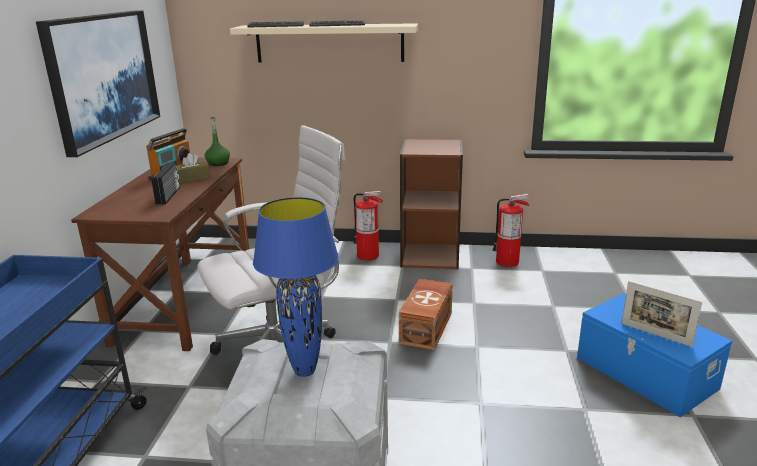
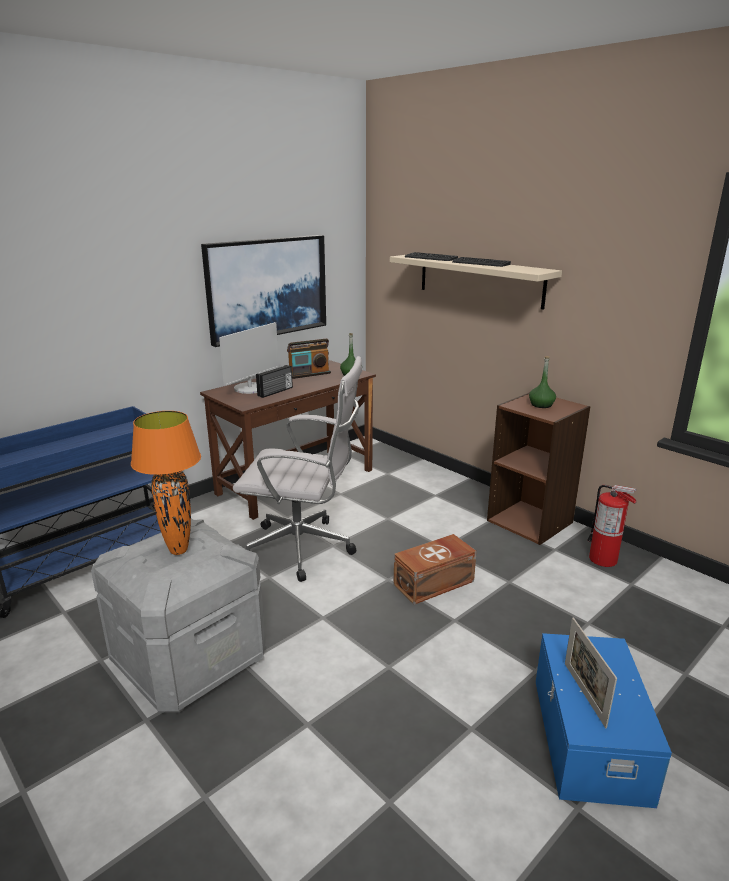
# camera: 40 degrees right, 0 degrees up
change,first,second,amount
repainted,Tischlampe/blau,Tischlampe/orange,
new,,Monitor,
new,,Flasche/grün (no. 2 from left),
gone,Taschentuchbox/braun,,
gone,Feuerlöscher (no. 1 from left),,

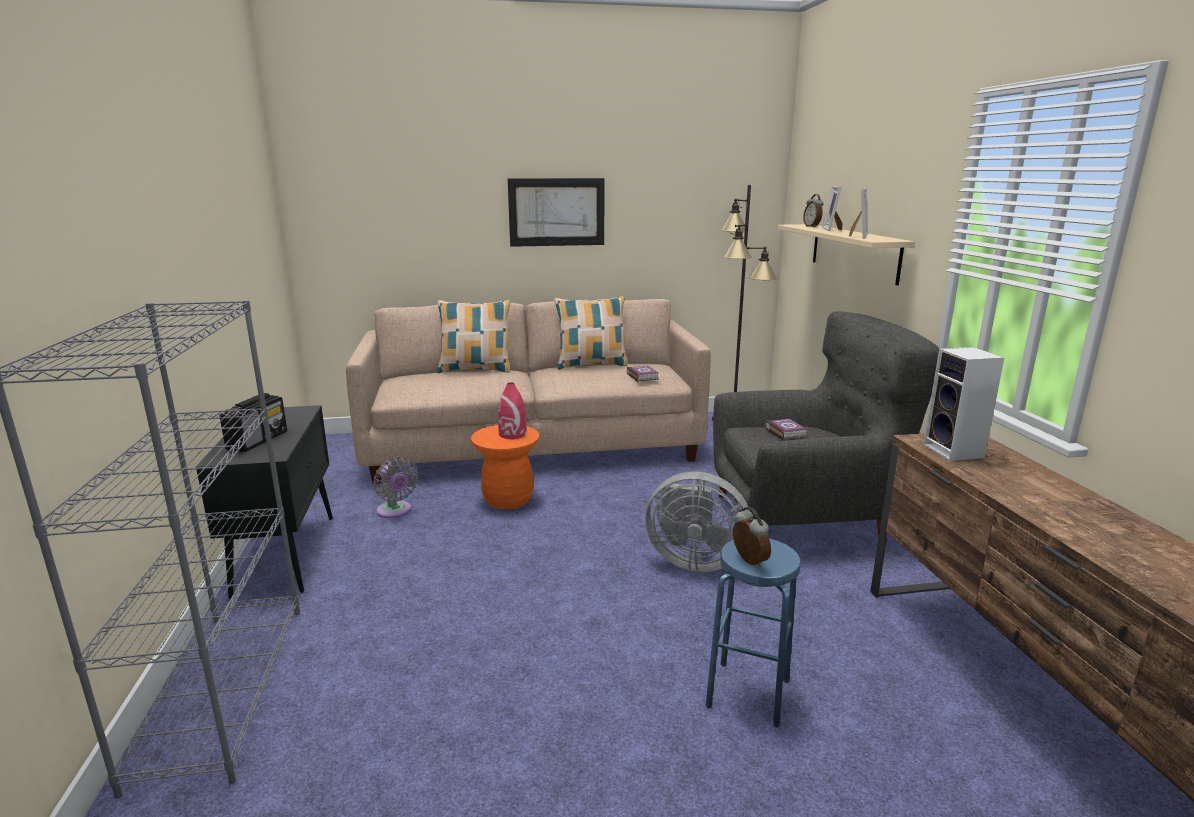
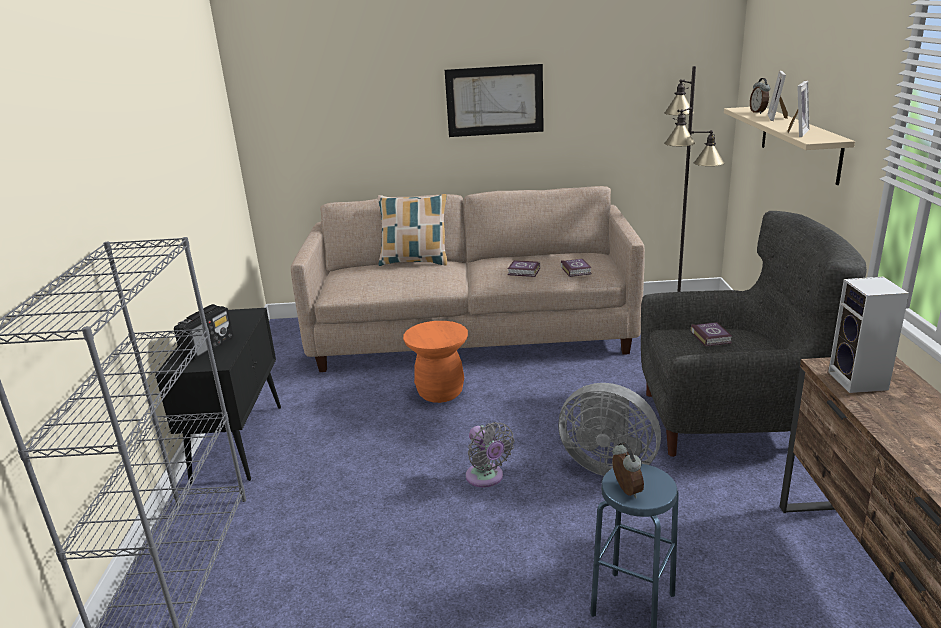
# camera: 10 degrees right, 5 degrees up
change,first,second,amount
shifted,Ventilator/grau (no. 1 from left),,
new,,Buch (no. 1 from left),
gone,Vase/rot,,
gone,Kissen (no. 2 from left),,

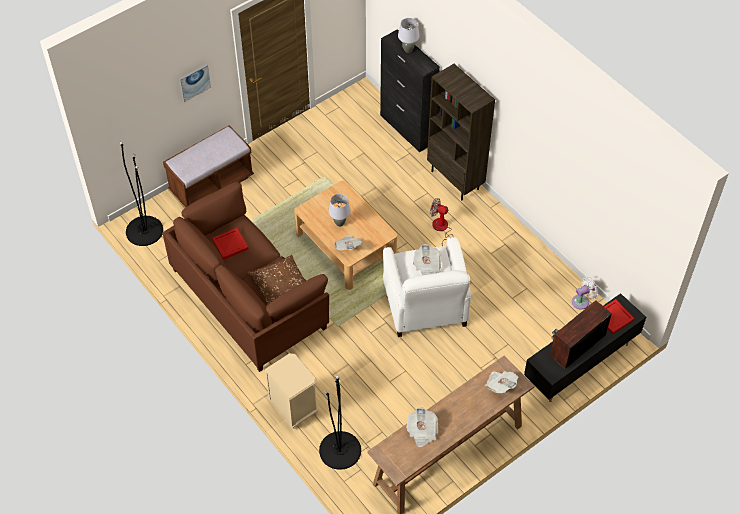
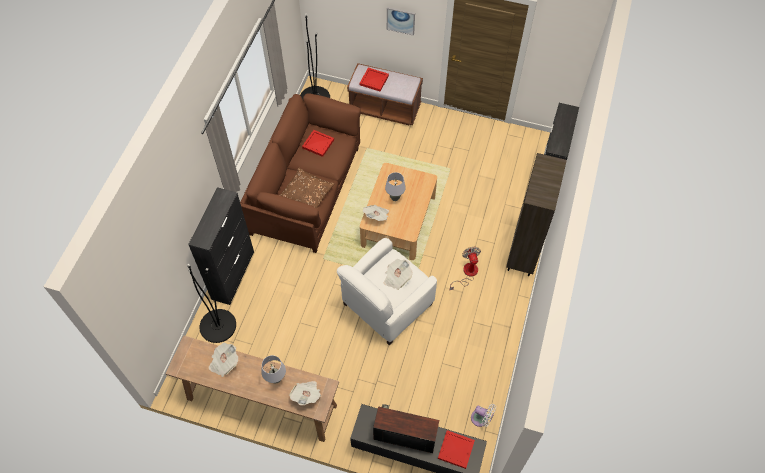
# camera: 55 degrees right, 5 degrees up
change,first,second,amount
swapped,Nachttisch/beige,Schrank/schwarz (no. 1 from left),
shifted,Tischlampe/grau (no. 2 from left in the first image),Tischlampe/grau (no. 1 from left),
new,,Tablett/rot (no. 2 from left),

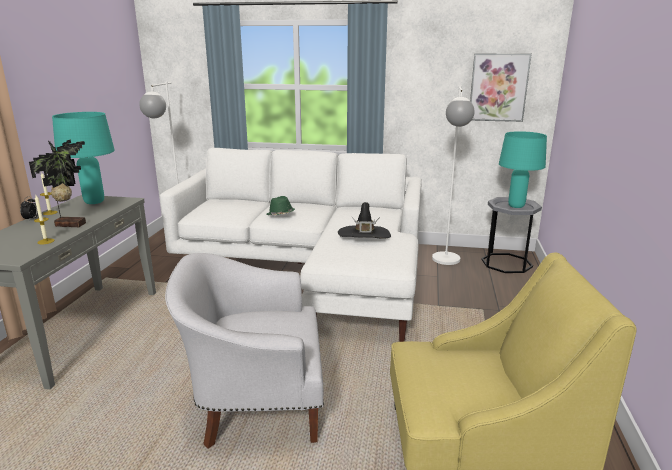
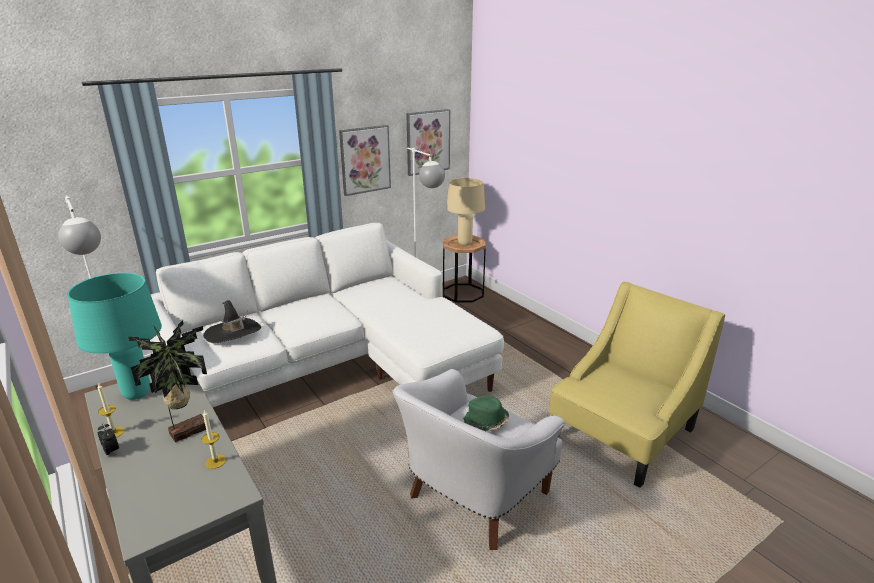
# camera: 45 degrees left, 5 degrees up
change,first,second,amount
shifted,Hut/schwarz,,
new,,Bild (no. 1 from left),
repainted,Beistelltisch/grau,Beistelltisch/braun,
repainted,Tischlampe/türkis (no. 2 from left),Tischlampe/beige,
shifted,Hut/grün,,

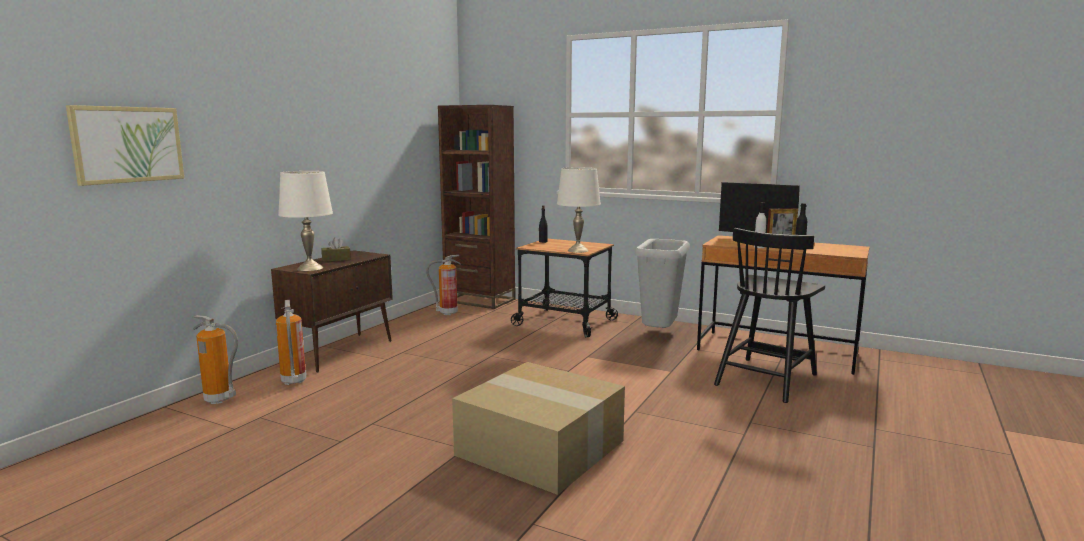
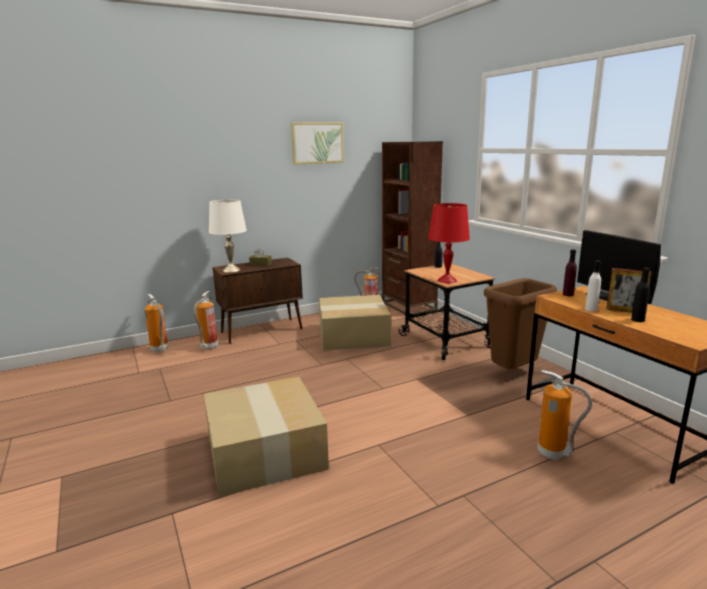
# camera: 35 degrees right, 5 degrees up
change,first,second,amount
shifted,Bild,,
new,,Karton (no. 2 from left),
repainted,Tischlampe/weiß (no. 2 from left),Tischlampe/rot,
repainted,Mülleimer/grau,Mülleimer/braun,
swapped,Stuhl/schwarz,Feuerlöscher (no. 4 from left),
new,,Flasche/lila,

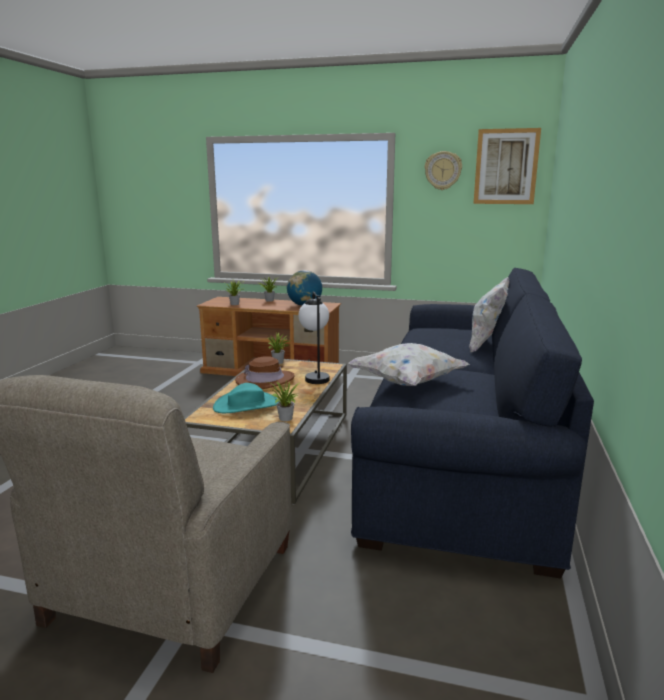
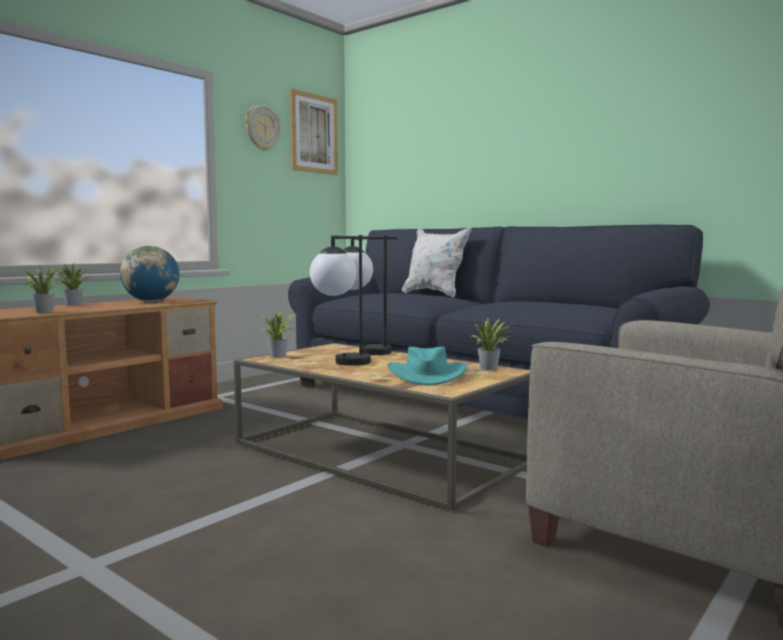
# camera: 65 degrees left, 10 degrees down
change,first,second,amount
swapped,Hut/braun,Tischlampe (no. 1 from left),
gone,Kissen/weiß (no. 1 from left),,

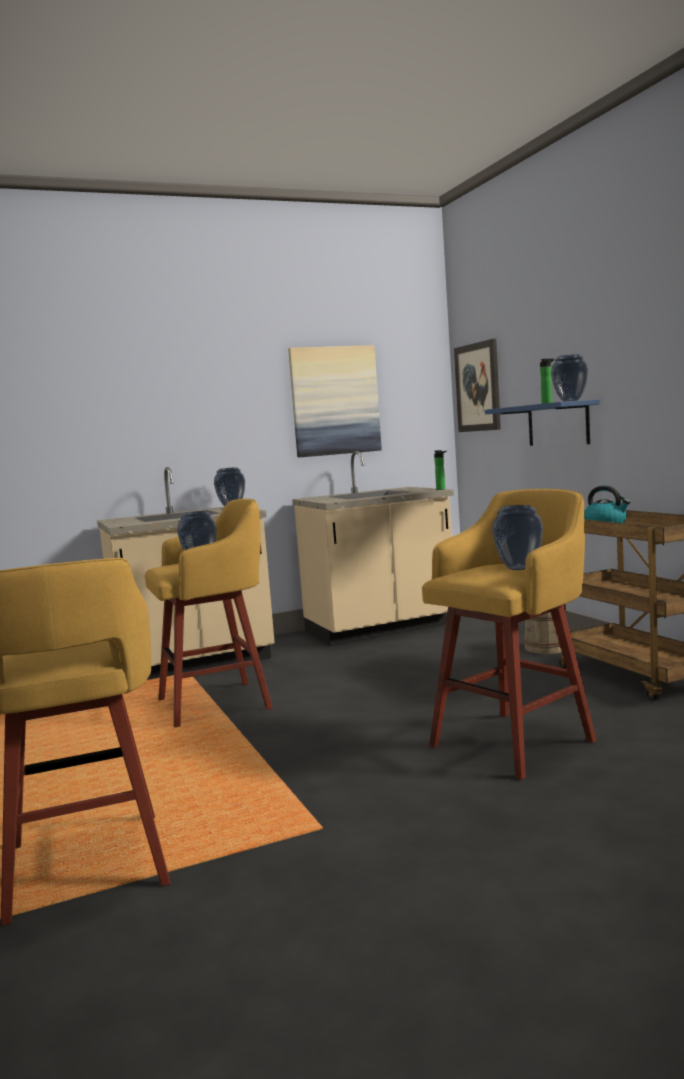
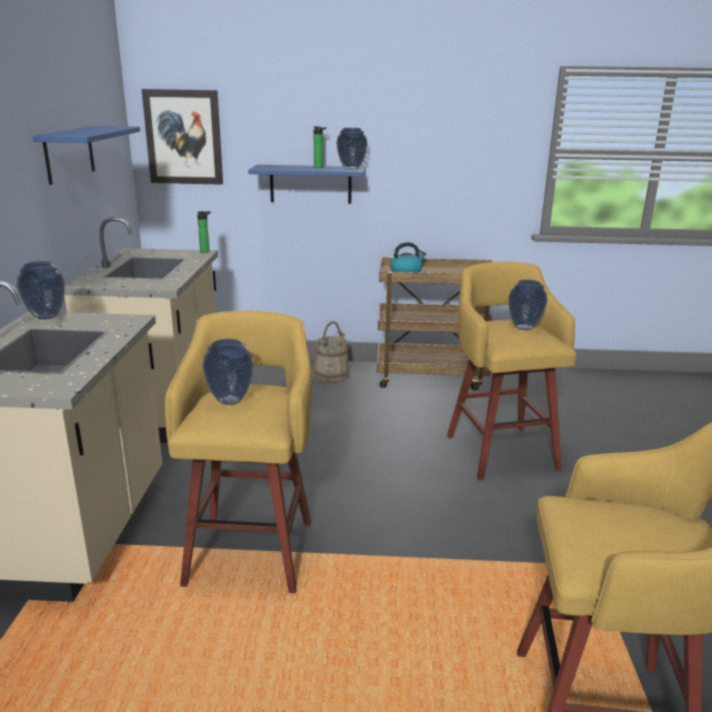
# camera: 65 degrees left, 15 degrees up
change,first,second,amount
swapped,Bild (no. 1 from left),Wandregal/blau (no. 1 from left),

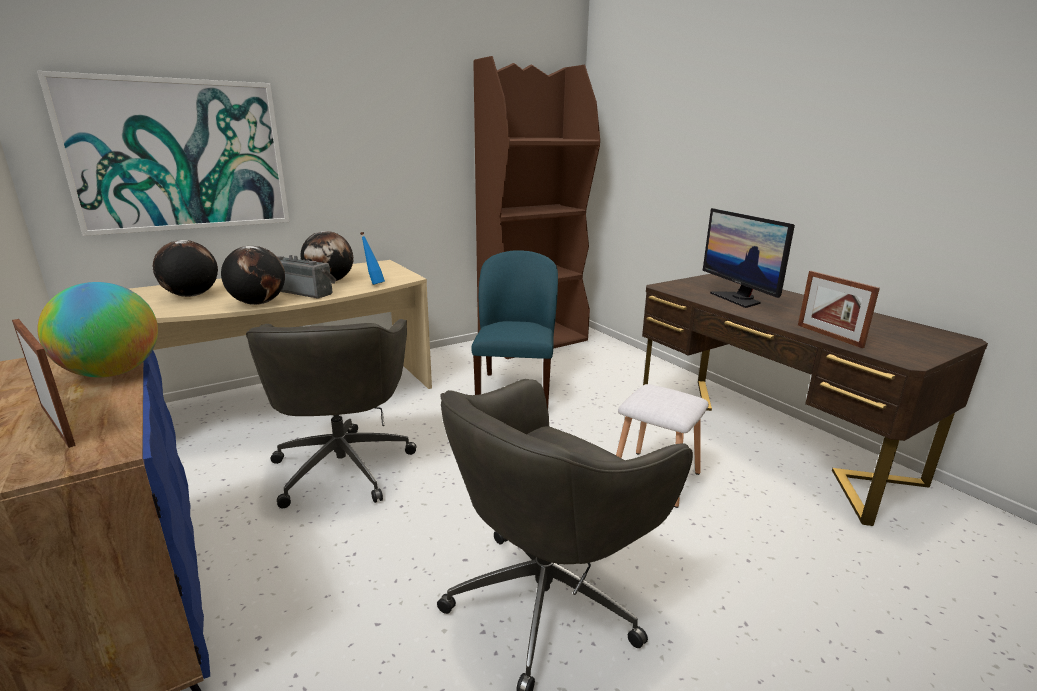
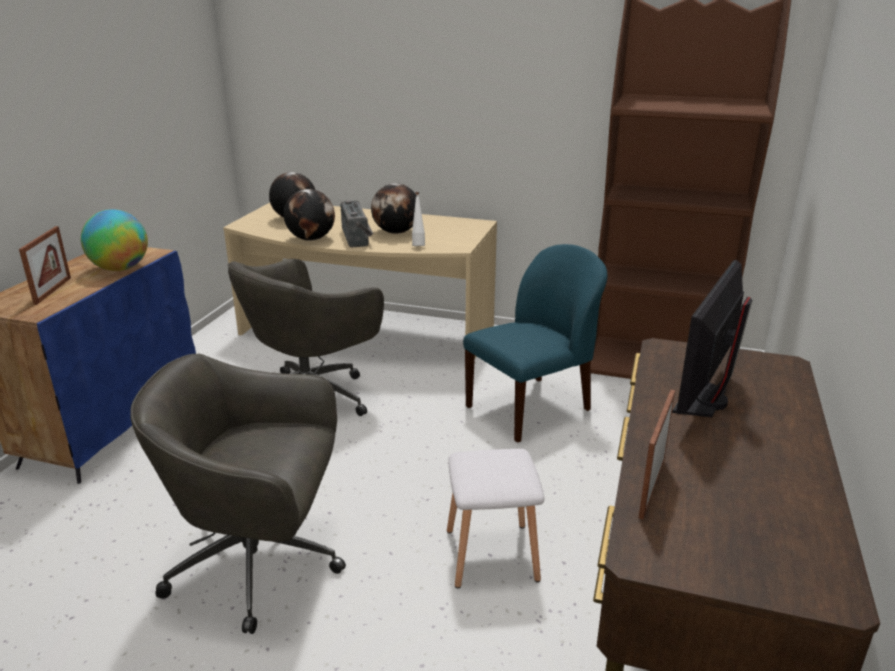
# camera: 50 degrees right, 5 degrees up
change,first,second,amount
repainted,Flasche/blau,Flasche/weiß,
gone,Bild,,

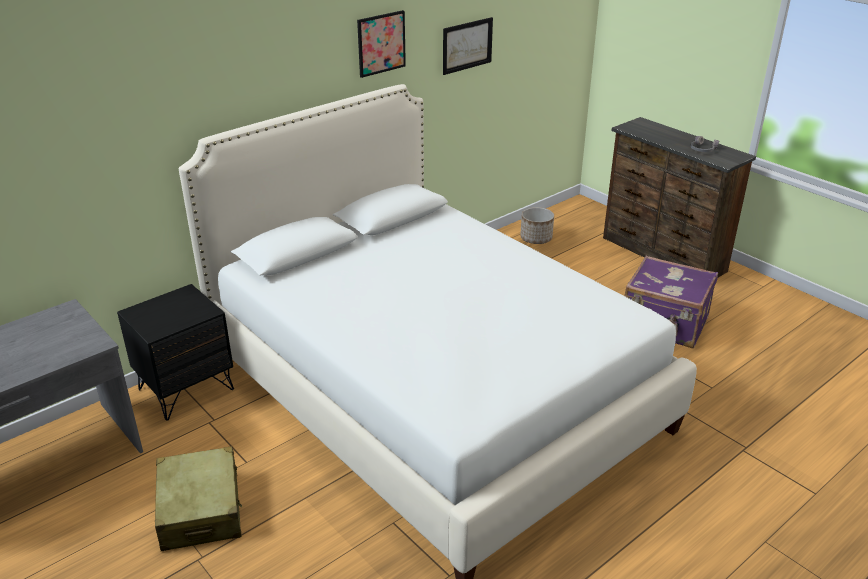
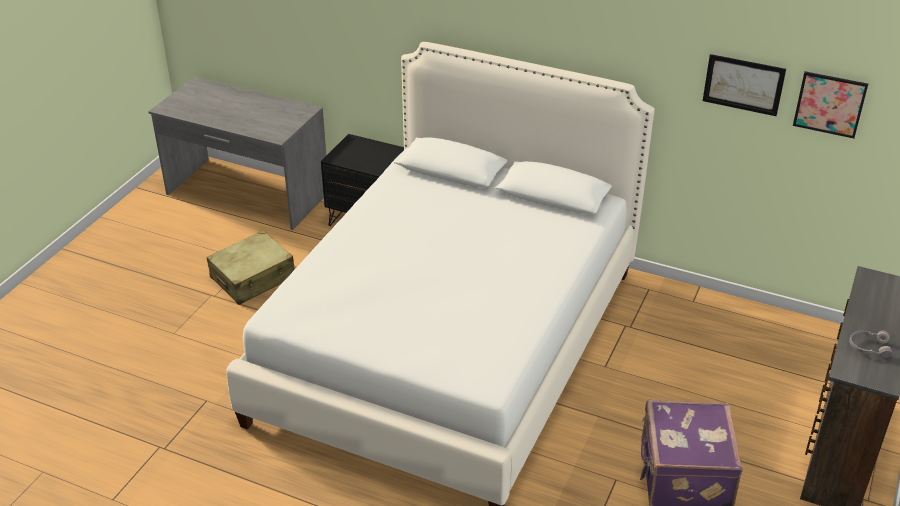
# camera: 65 degrees right, 5 degrees up
change,first,second,amount
shifted,Bild (no. 1 from left in the first image),Bild (no. 2 from left),
gone,Pflanzkübel,,

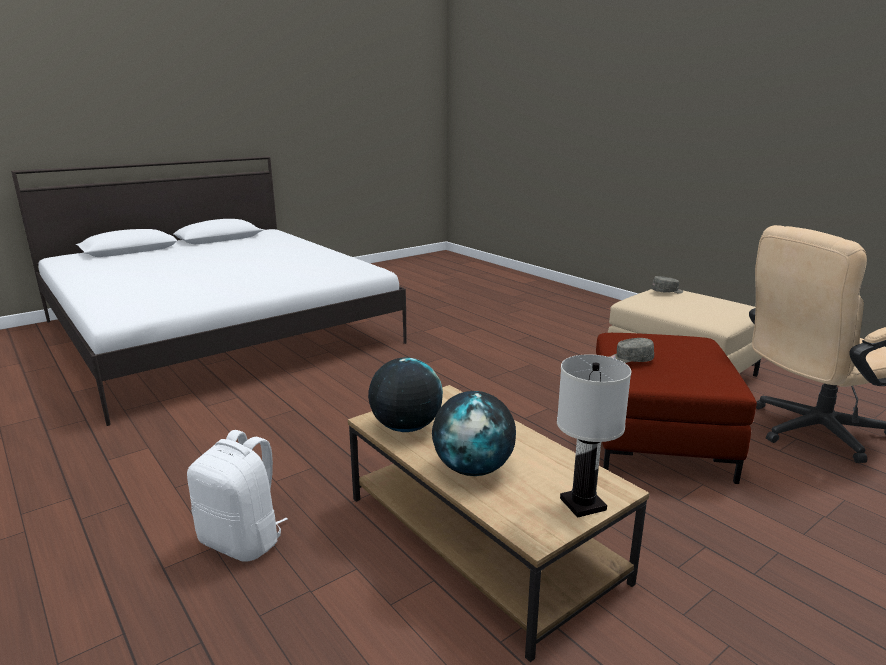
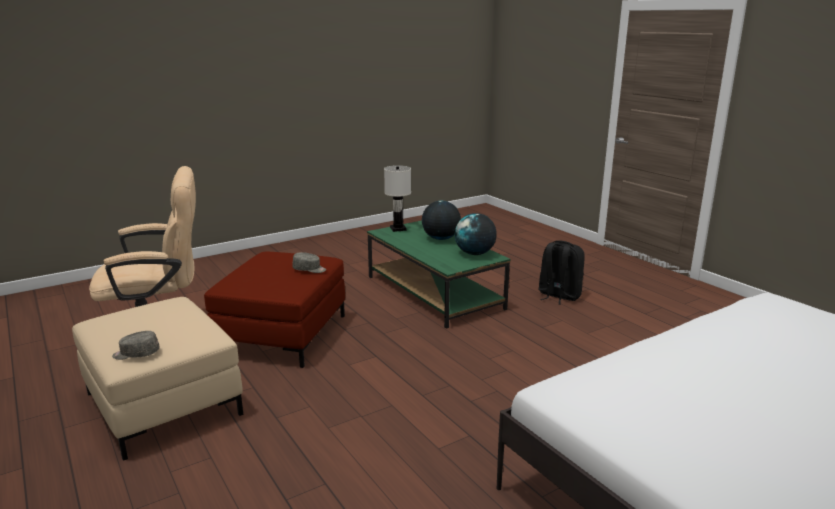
# camera: 175 degrees left, 0 degrees up
change,first,second,amount
repainted,Couchtisch/braun,Couchtisch/grün,
repainted,Rucksack/weiß,Rucksack/schwarz,

